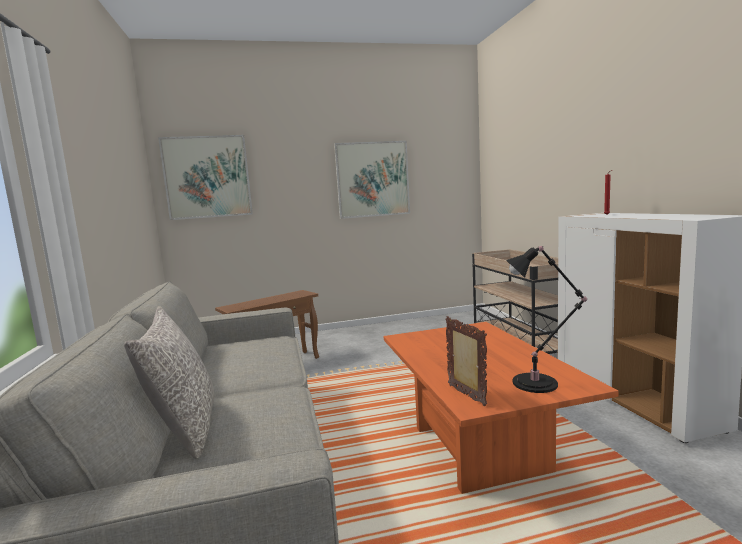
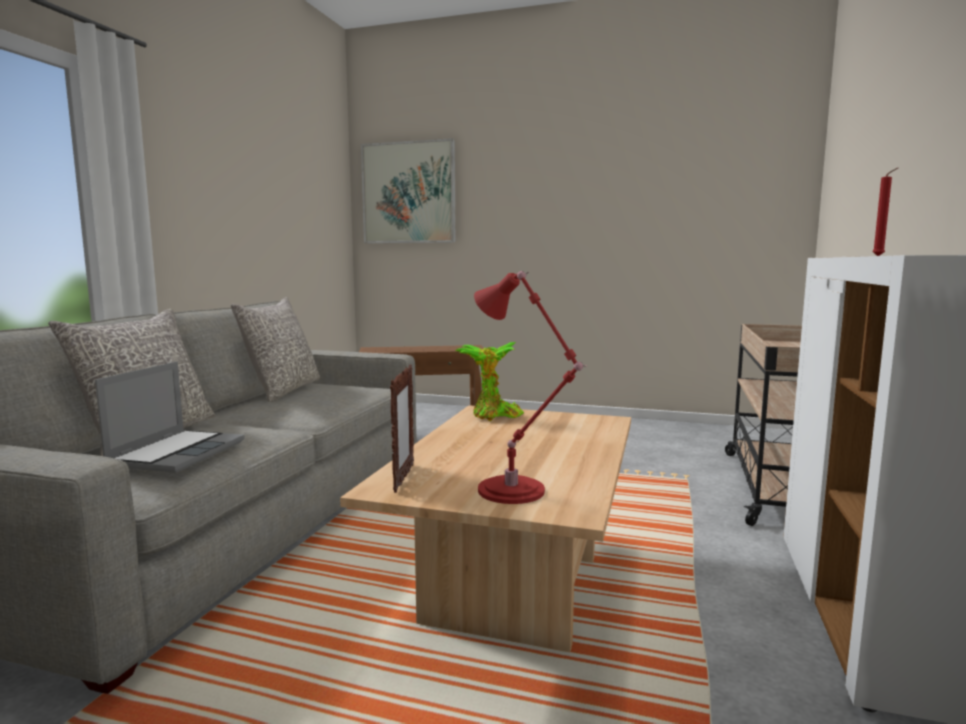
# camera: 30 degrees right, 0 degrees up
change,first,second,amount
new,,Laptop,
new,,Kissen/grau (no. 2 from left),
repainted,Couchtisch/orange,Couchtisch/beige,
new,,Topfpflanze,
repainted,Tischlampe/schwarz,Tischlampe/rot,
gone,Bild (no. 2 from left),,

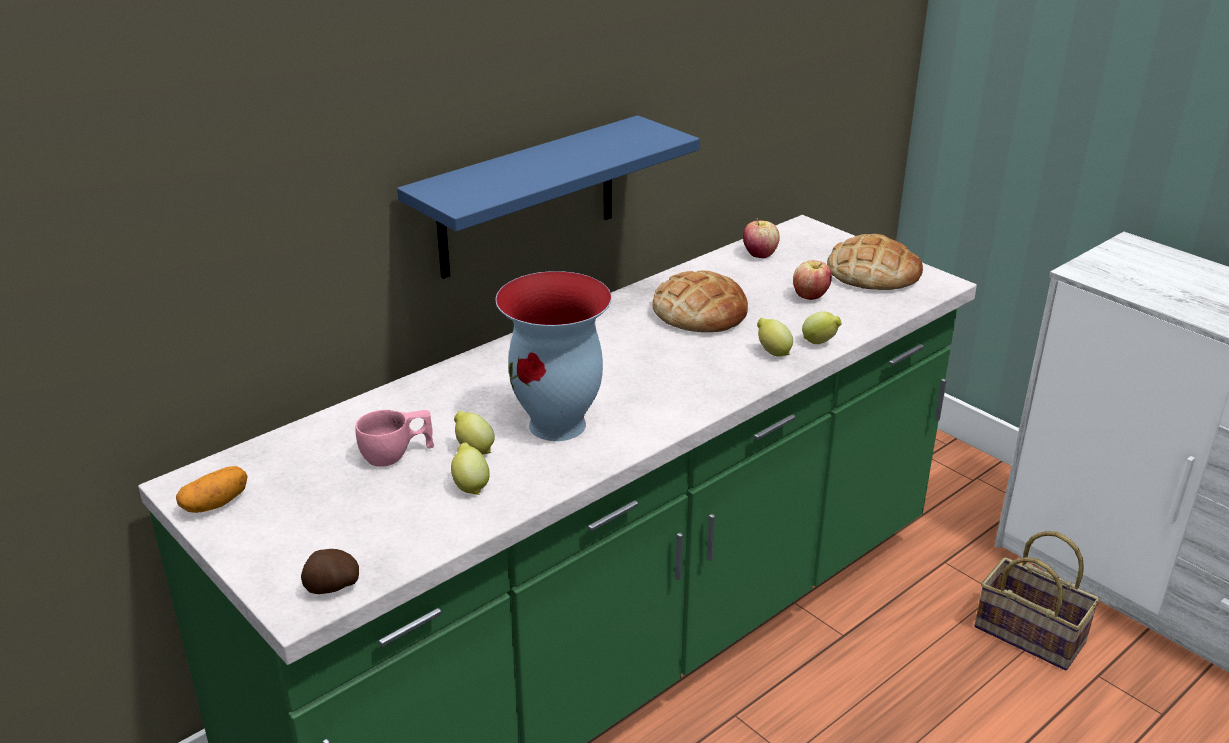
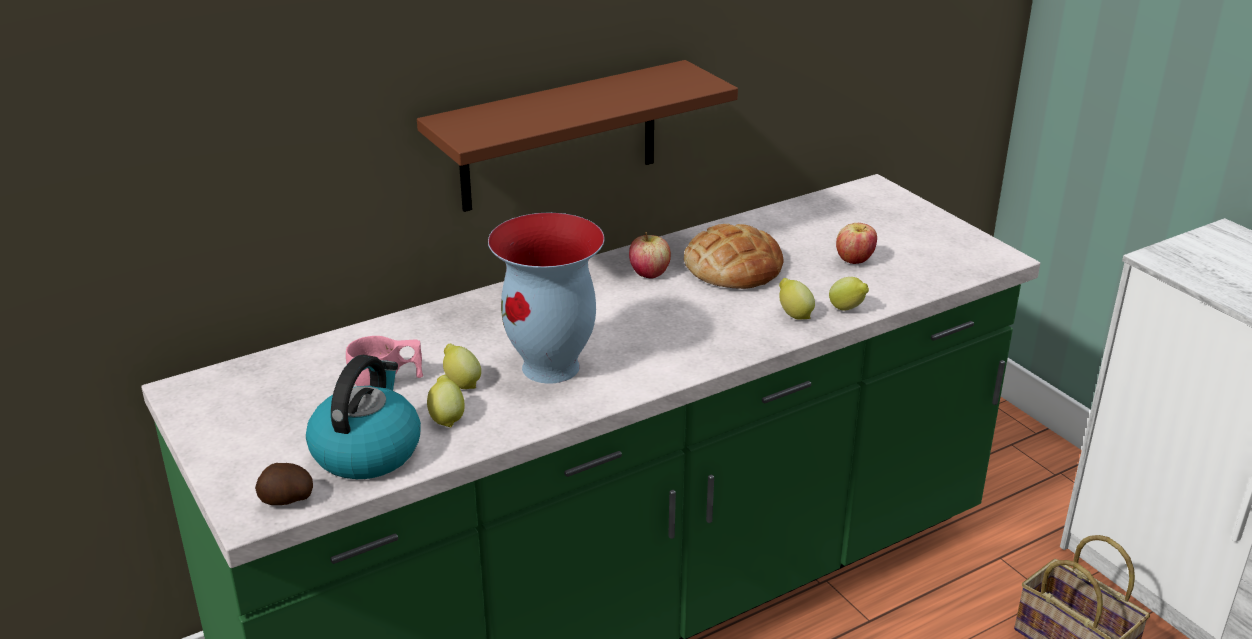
# camera: 10 degrees right, 0 degrees up
change,first,second,amount
new,,Wasserkessel,
repainted,Wandregal/blau,Wandregal/braun,
shifted,Apfel (no. 1 from left),,
gone,Kartoffel (no. 1 from left),,
gone,Brot (no. 2 from left),,

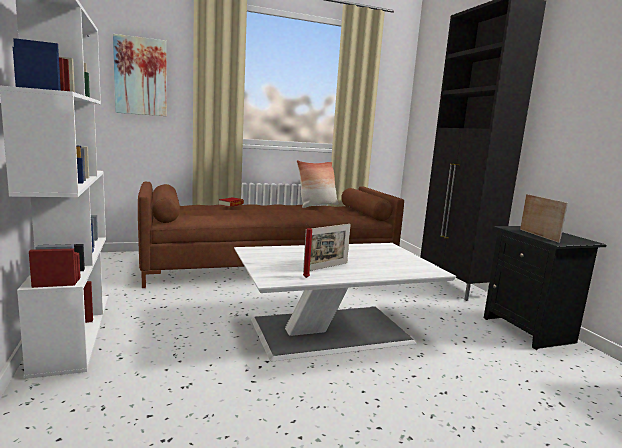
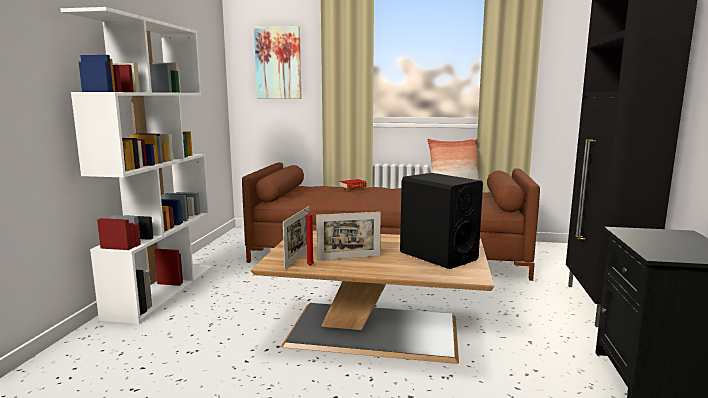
# camera: 30 degrees right, 0 degrees up
change,first,second,amount
repainted,Couchtisch/weiß,Couchtisch/braun,
shifted,Bilderrahmen (no. 2 from left in the first image),Bilderrahmen (no. 1 from left),
new,,Lautsprecher/schwarz,

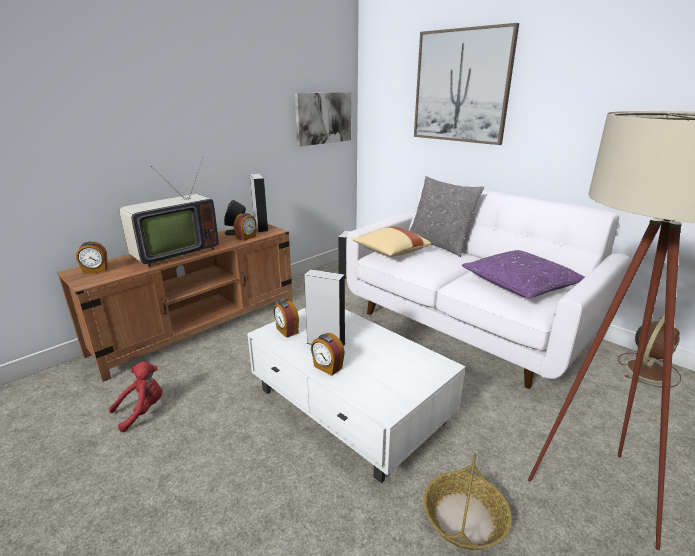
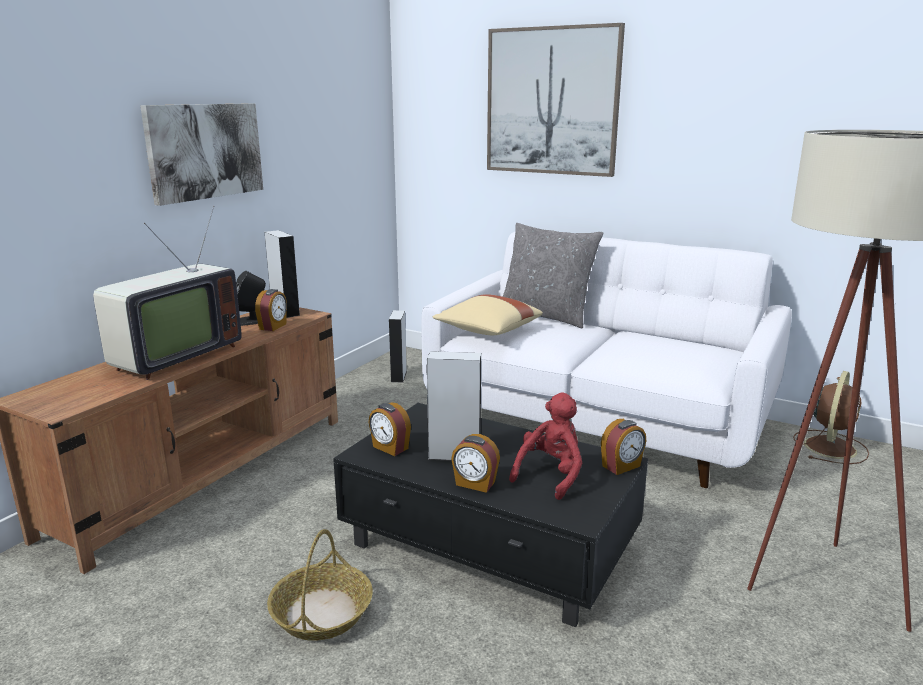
# camera: 15 degrees left, 5 degrees down
change,first,second,amount
shifted,Bild (no. 1 from left),,
shifted,Korb,,
repainted,Couchtisch/weiß,Couchtisch/schwarz,
shifted,Plüschtier/rot,,
shifted,Wecker (no. 1 from left in the first image),Wecker (no. 4 from left),
gone,Kissen/lila,,

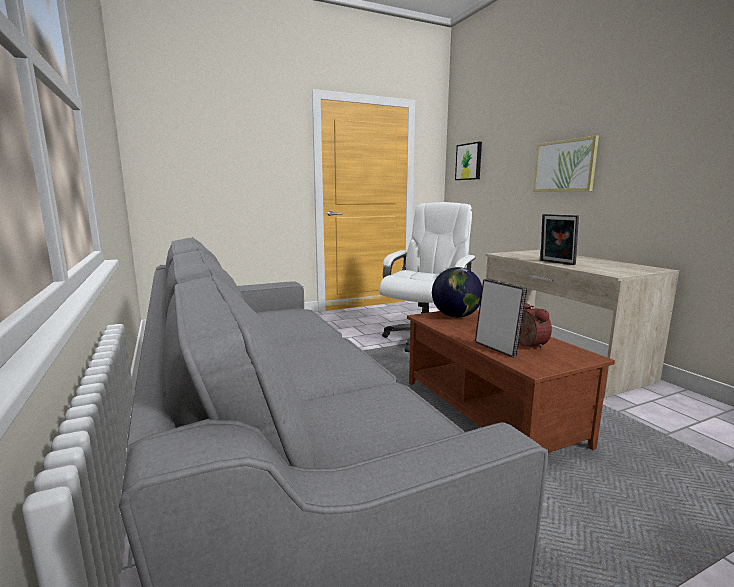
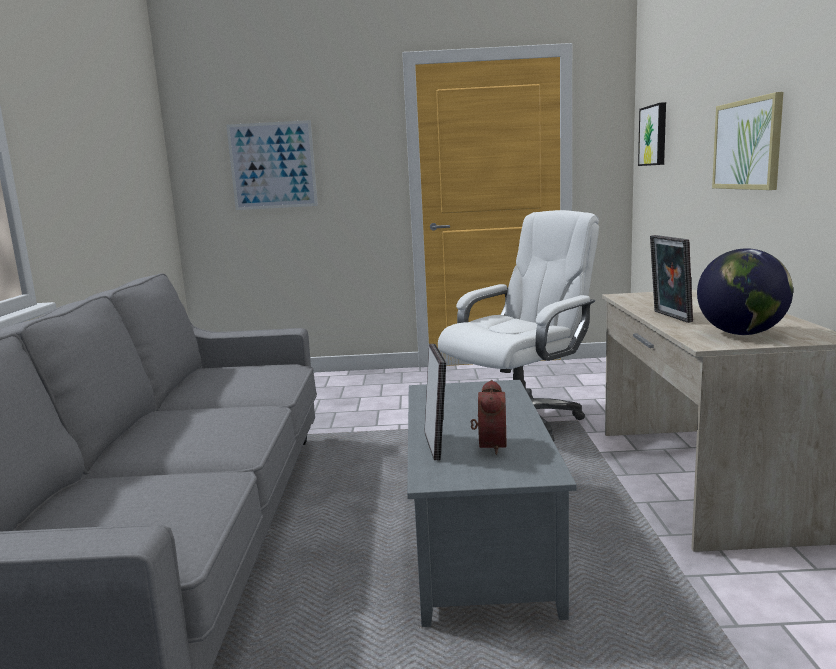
# camera: 25 degrees right, 0 degrees up
change,first,second,amount
new,,Bild (no. 1 from left),
repainted,Couchtisch/braun,Couchtisch/grau,
shifted,Globus,,

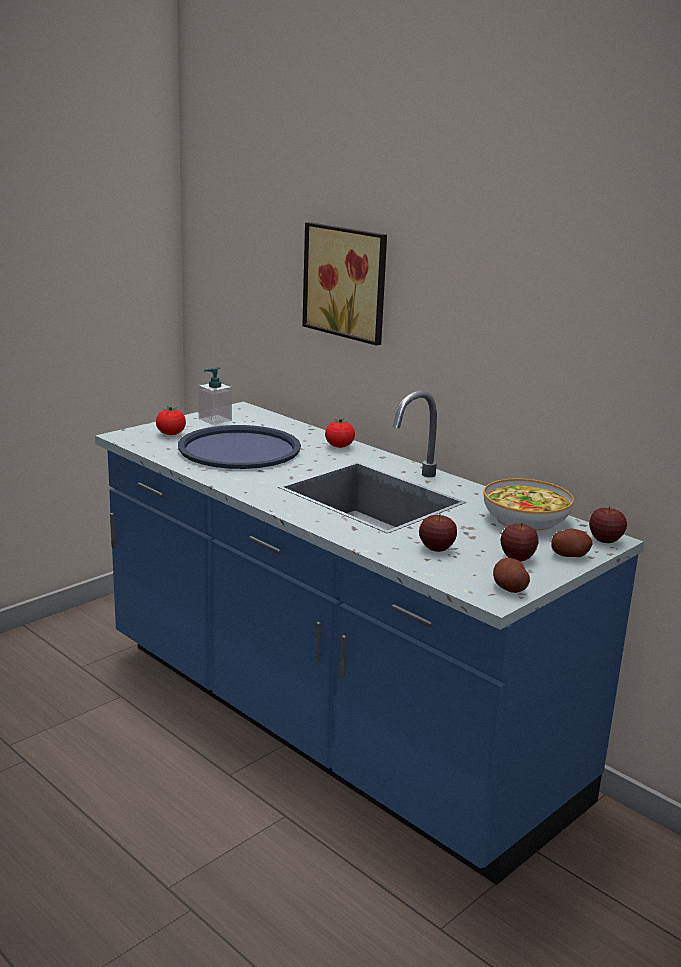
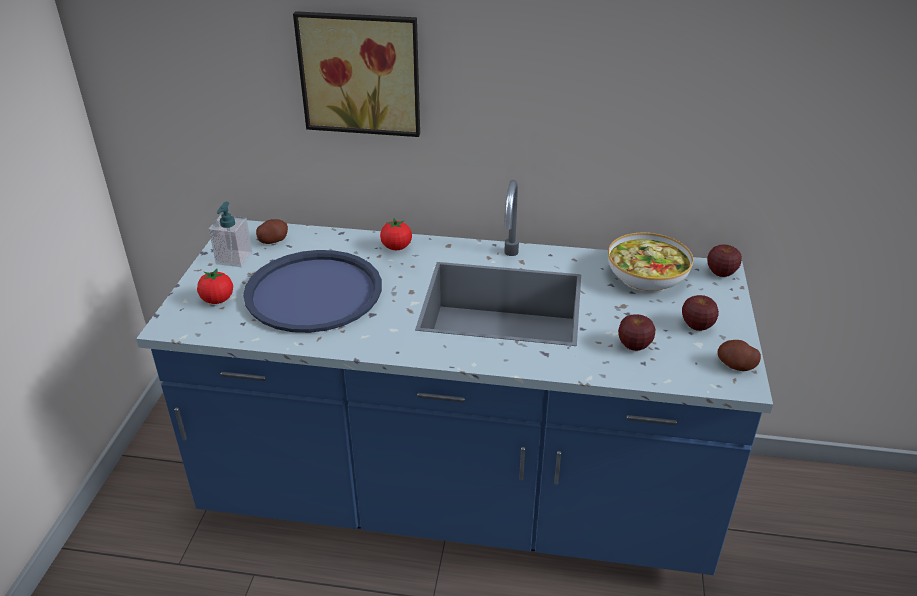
# camera: 35 degrees left, 15 degrees up
change,first,second,amount
shifted,Kartoffel (no. 2 from left in the first image),Kartoffel (no. 1 from left),

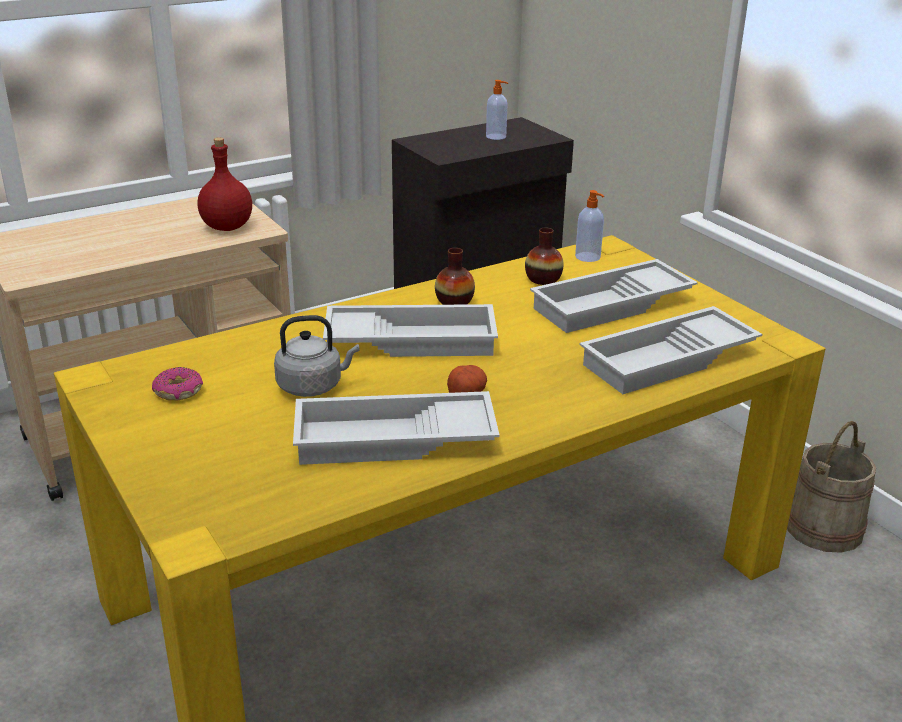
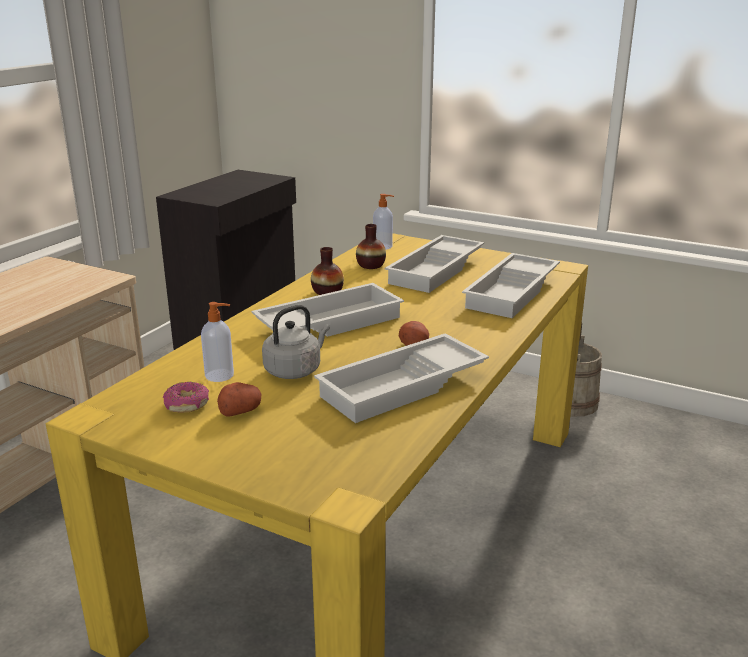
# camera: 30 degrees left, 5 degrees down
change,first,second,amount
shifted,Seifenspender (no. 1 from left),,
new,,Kartoffel (no. 1 from left),
gone,Flasche/rot,,

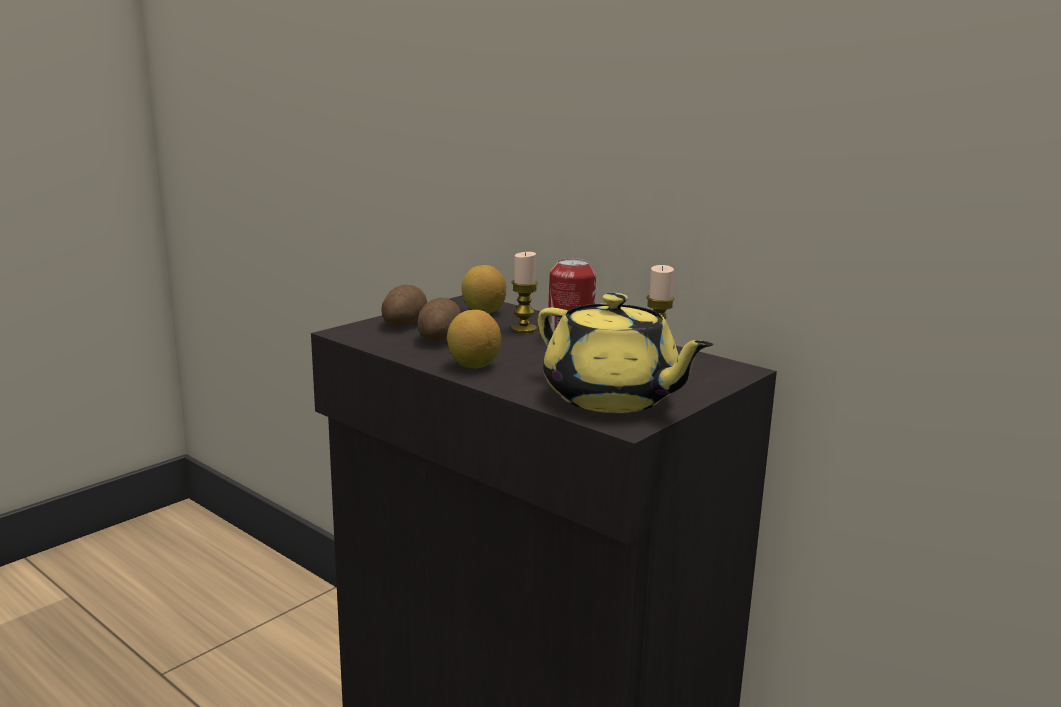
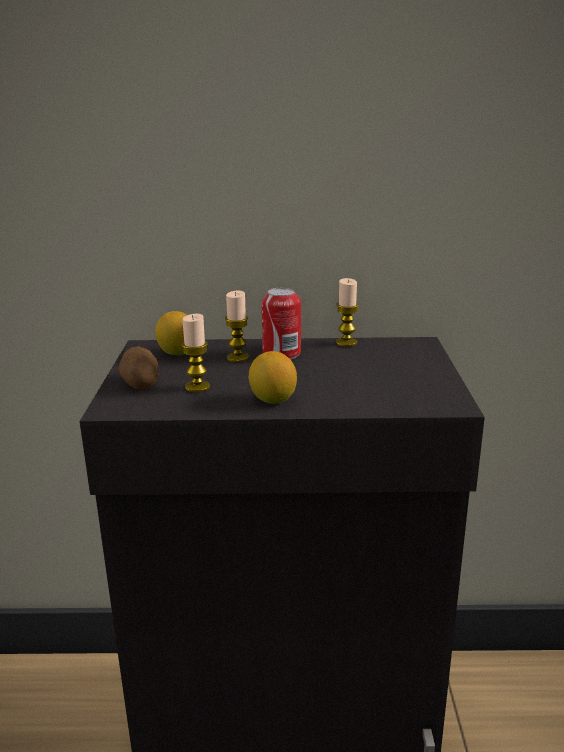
# camera: 40 degrees left, 5 degrees up
change,first,second,amount
swapped,Kartoffel (no. 2 from left),Kerze (no. 1 from left),
gone,Teekanne/gelb,,

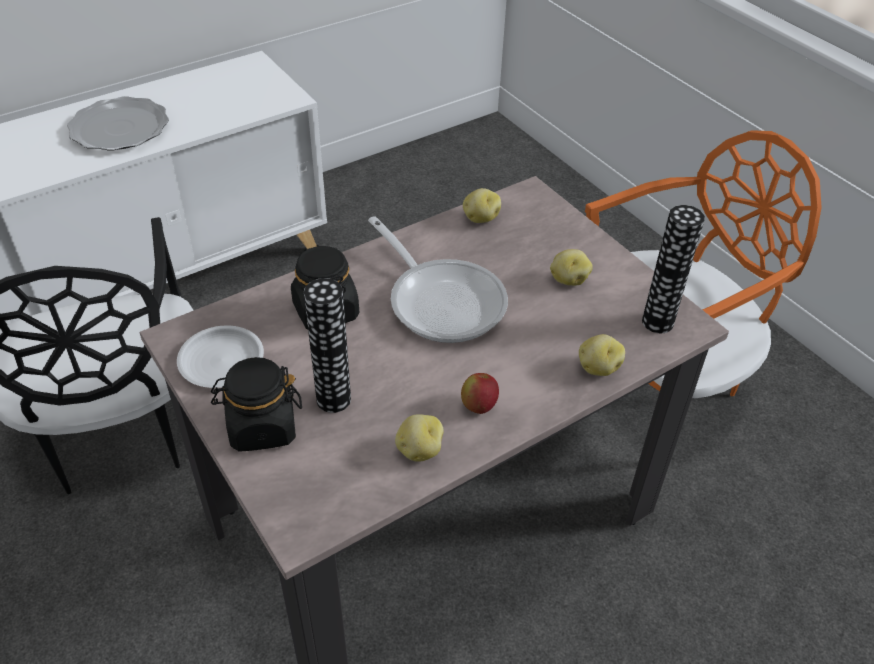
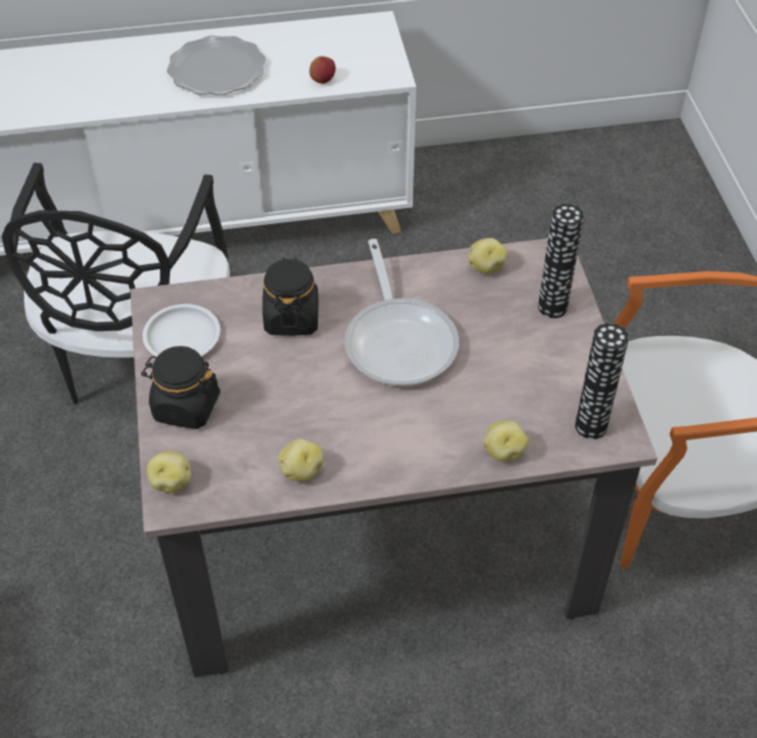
# camera: 25 degrees right, 5 degrees up
change,first,second,amount
shifted,Kartoffel (no. 3 from left in the first image),Kartoffel (no. 1 from left),
shifted,Apfel,,
shifted,Vase (no. 1 from left),,

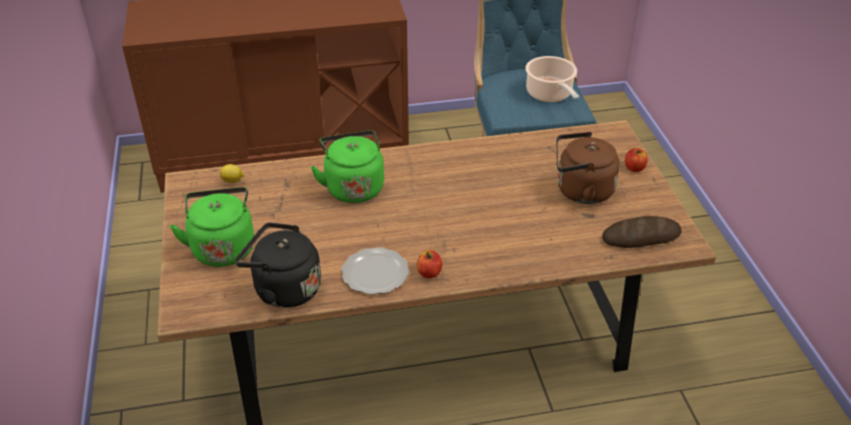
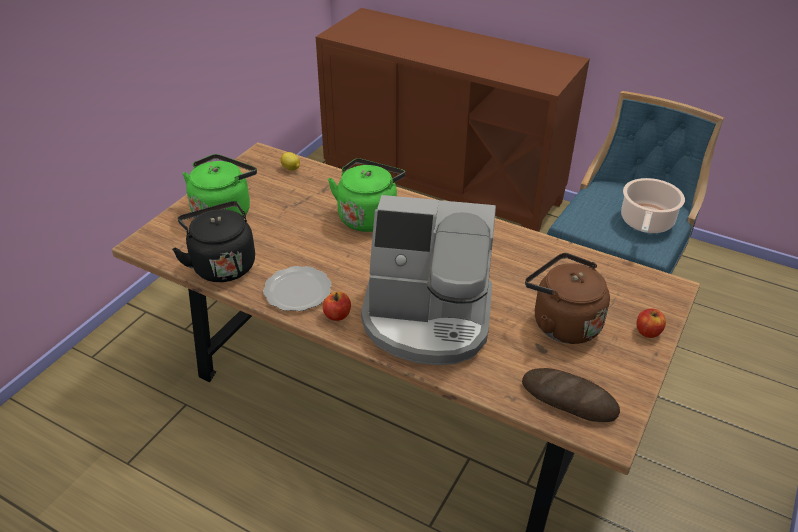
# camera: 40 degrees right, 0 degrees up
change,first,second,amount
new,,Kaffeemaschine,

